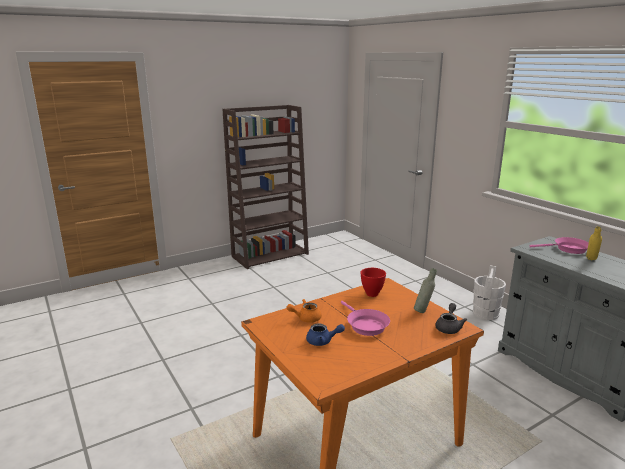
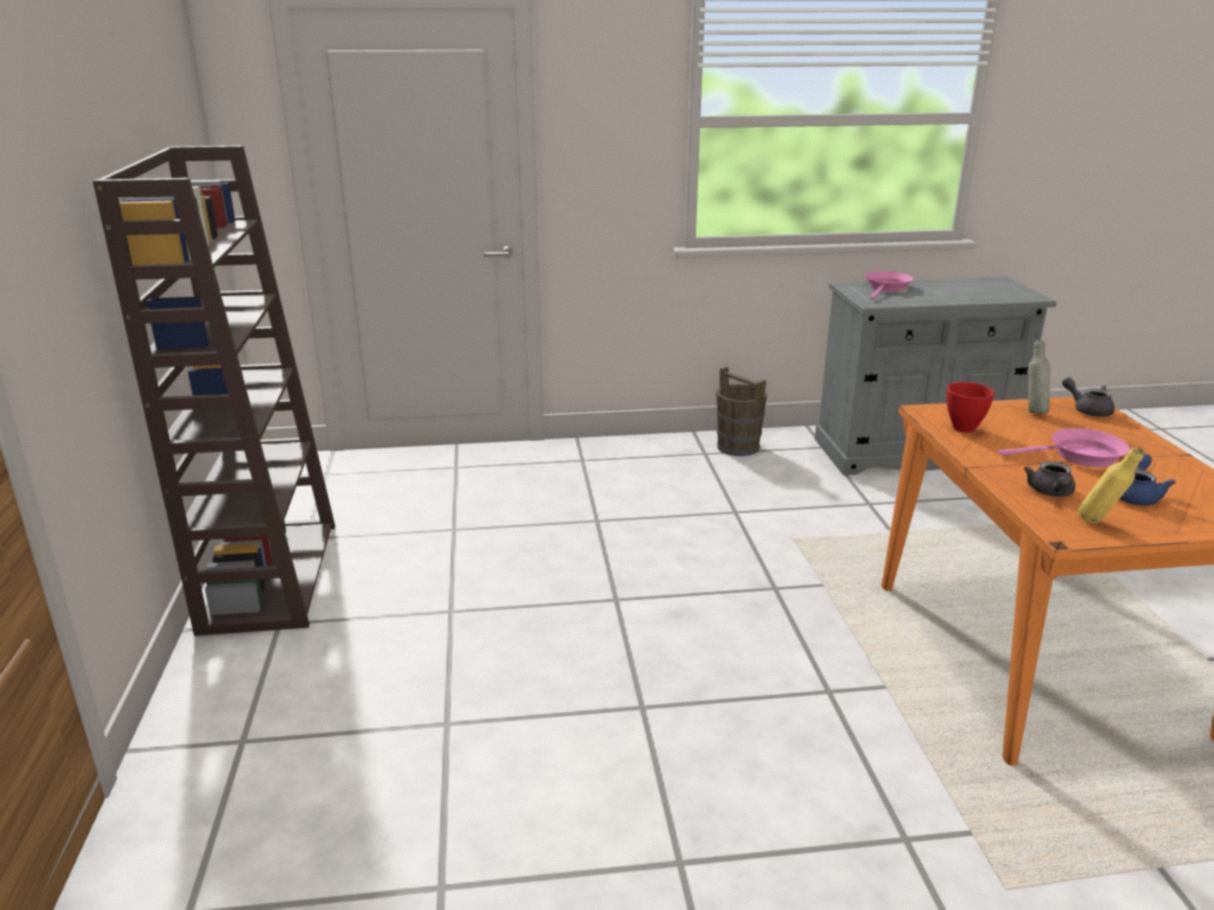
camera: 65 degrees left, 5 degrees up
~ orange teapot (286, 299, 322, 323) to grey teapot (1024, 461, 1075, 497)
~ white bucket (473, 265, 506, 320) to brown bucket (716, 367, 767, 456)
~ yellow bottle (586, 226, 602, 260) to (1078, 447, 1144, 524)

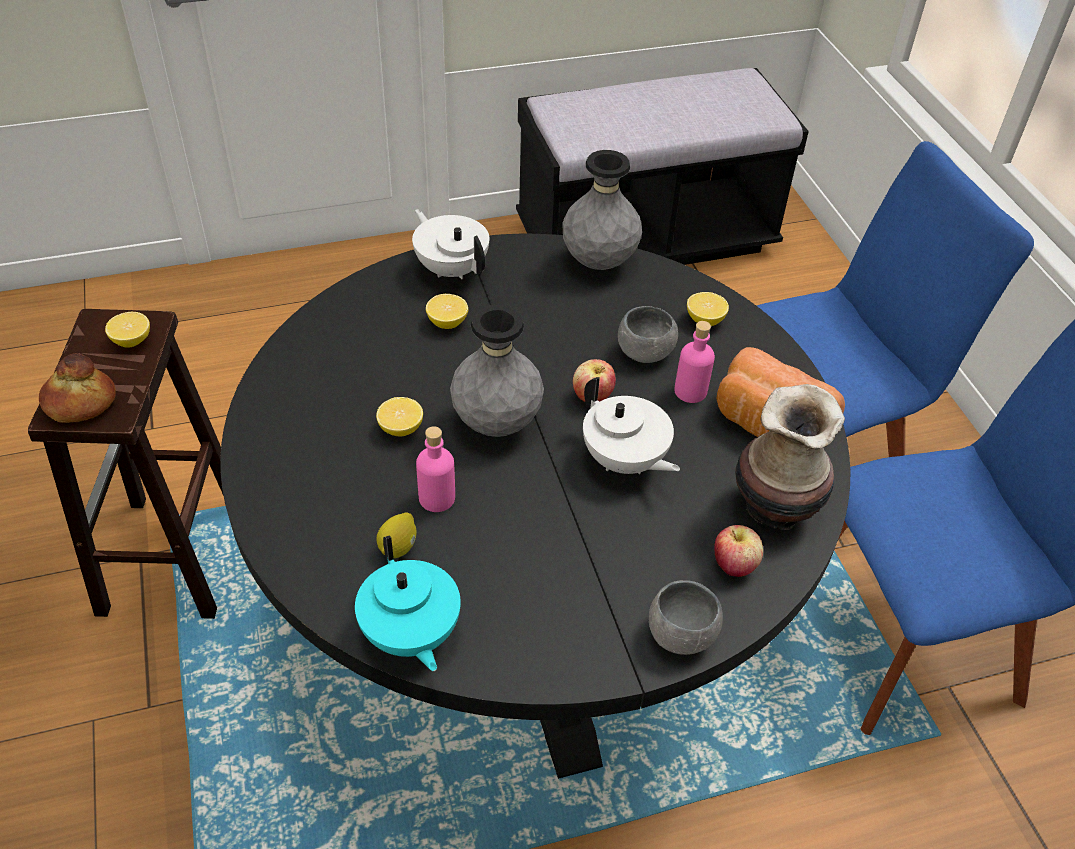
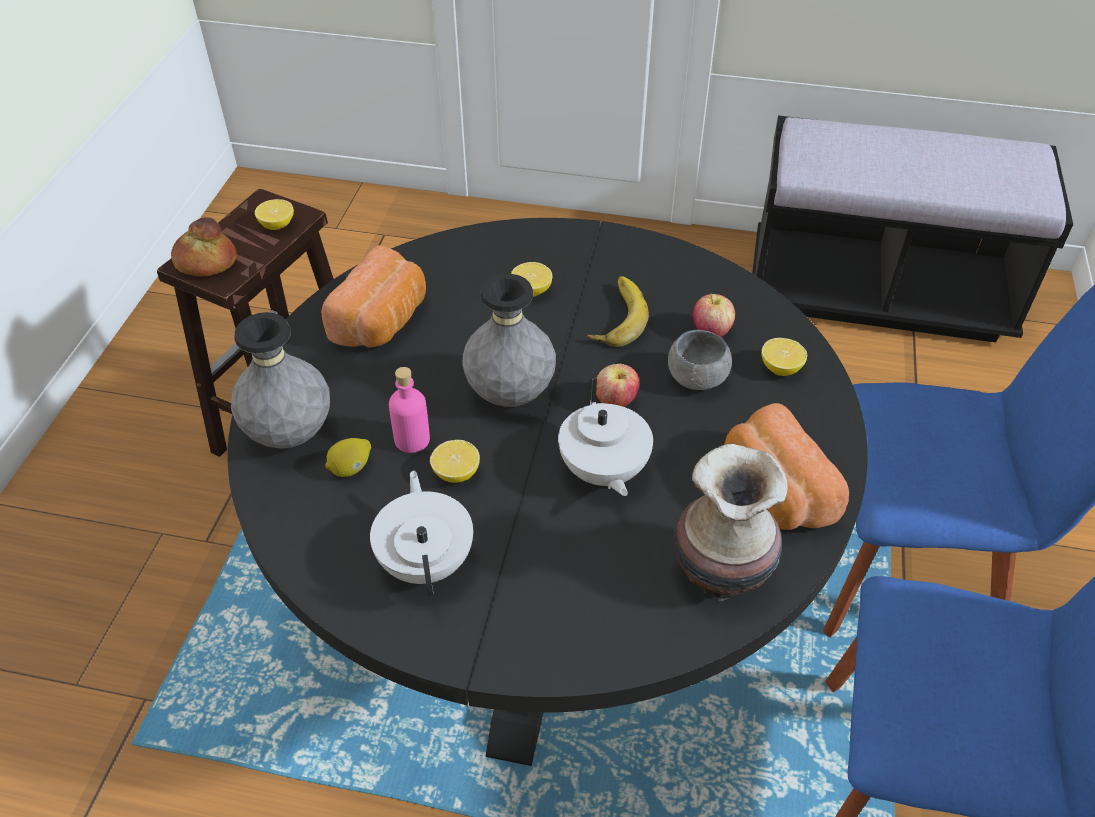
camera: 30 degrees right, 0 degrees up
- turquoise teapot (355, 536, 461, 671)
~ lemon (376, 397, 423, 437) to (430, 440, 480, 483)
~ white teapot (412, 209, 489, 279) to (370, 471, 473, 596)
~ grey vase (562, 150, 642, 270) to (231, 312, 330, 449)
- grey bowl (649, 580, 723, 655)
- pink bottle (674, 321, 715, 403)
~ apple (714, 525, 763, 577) to (693, 294, 735, 337)
+ bread (321, 245, 426, 348)
+ banana (586, 276, 649, 347)

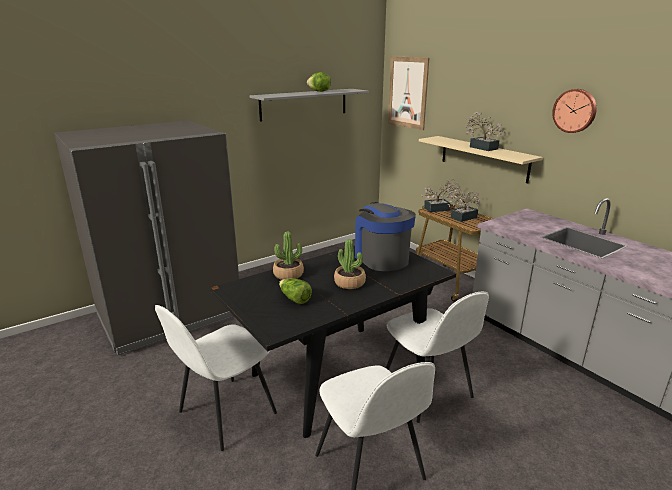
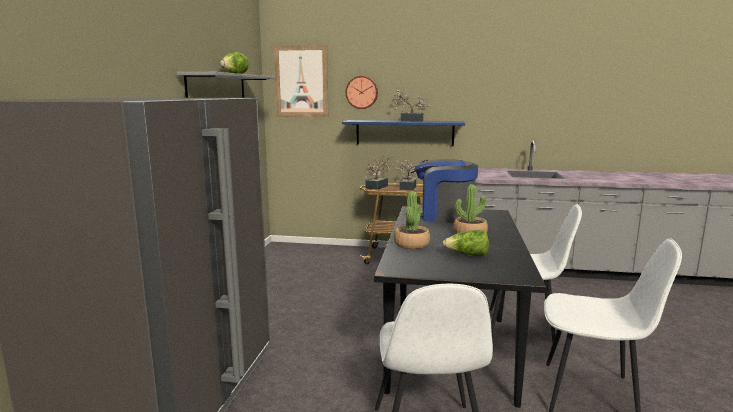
camera: 45 degrees left, 10 degrees down
~ beige shelf (419, 136, 543, 183) to blue shelf (342, 120, 465, 146)
~ wall clock (552, 89, 597, 133) to (346, 76, 378, 109)

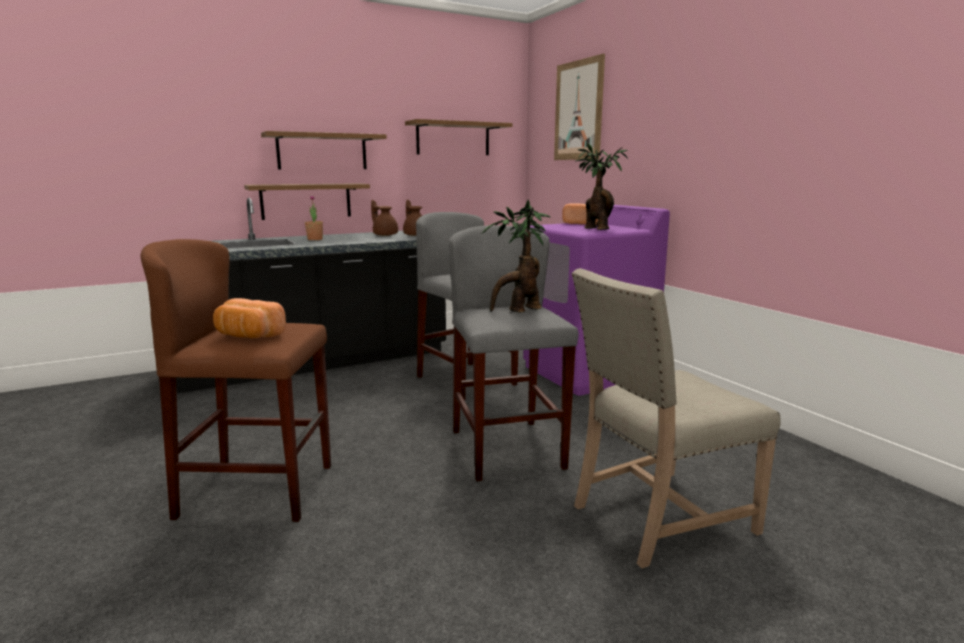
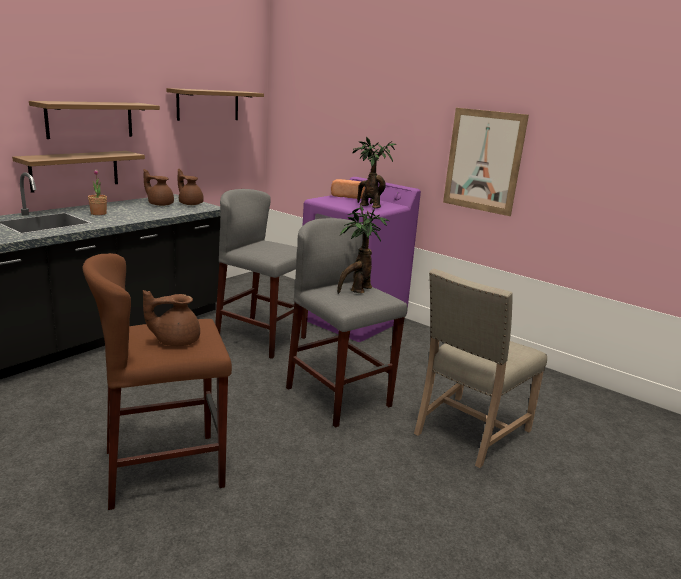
camera: 25 degrees left, 5 degrees up
~ bread (213, 298, 286, 338) to brown teapot (143, 290, 200, 346)
~ picture (554, 54, 605, 160) to (443, 108, 529, 216)

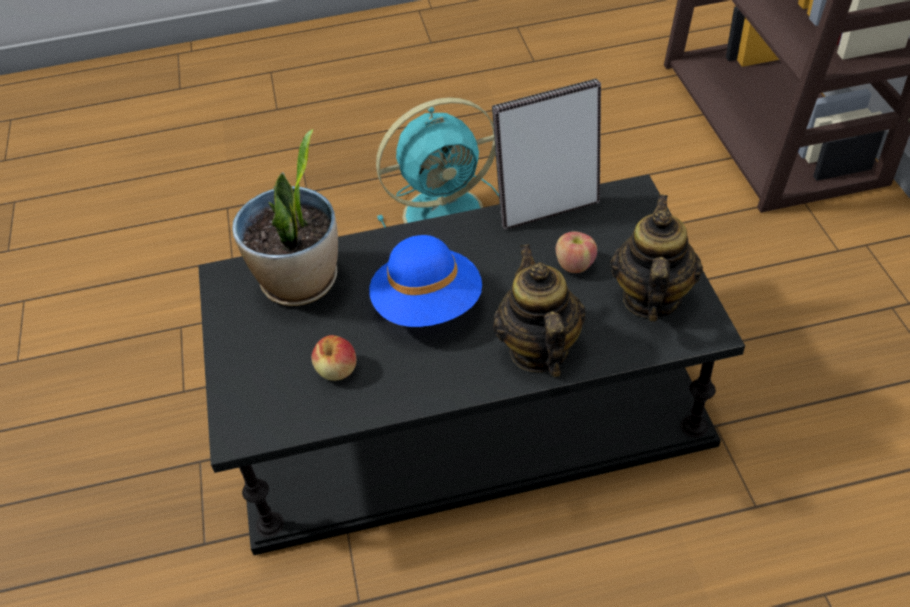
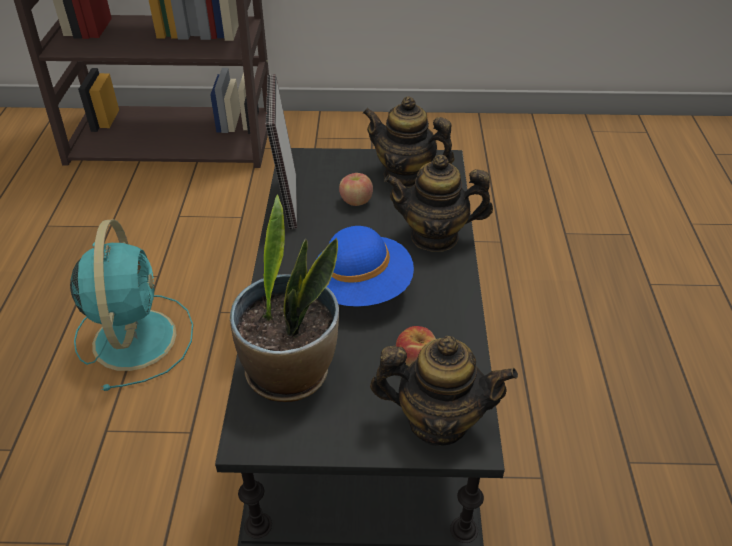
camera: 80 degrees left, 5 degrees down
+ teapot (370, 336, 518, 446)

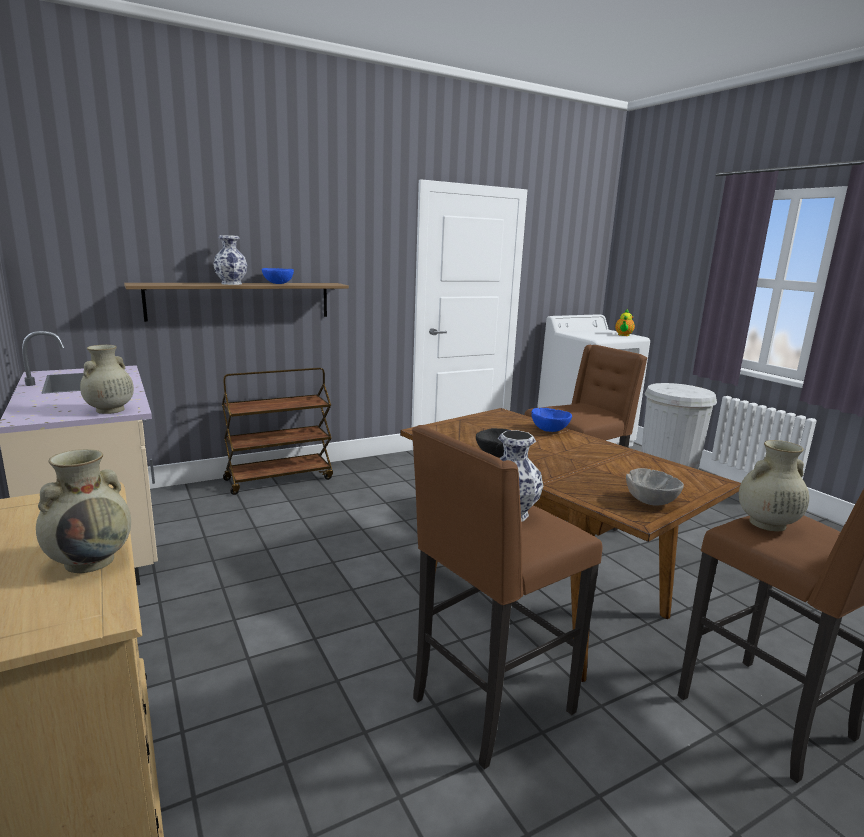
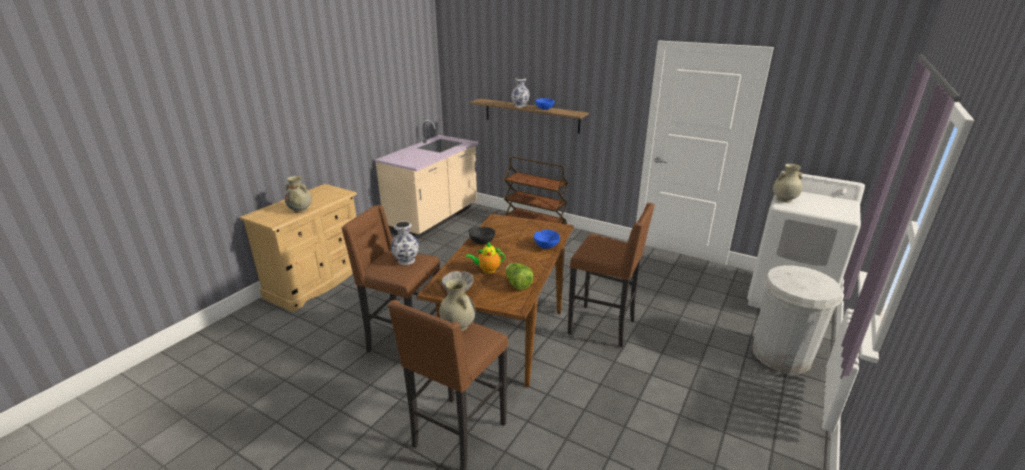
camera: 60 degrees right, 10 degrees up
~ beige vase (80, 345, 134, 414) to (773, 164, 802, 202)
~ teapot (615, 309, 635, 336) to (466, 242, 505, 273)
+ lettuce (506, 263, 534, 290)

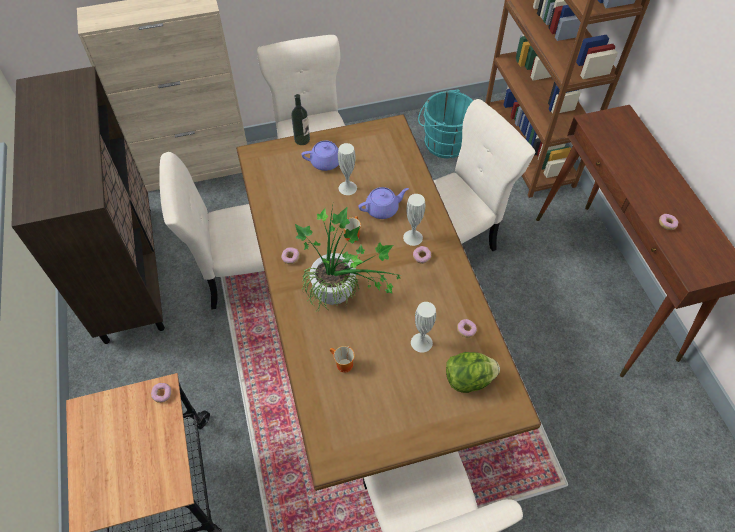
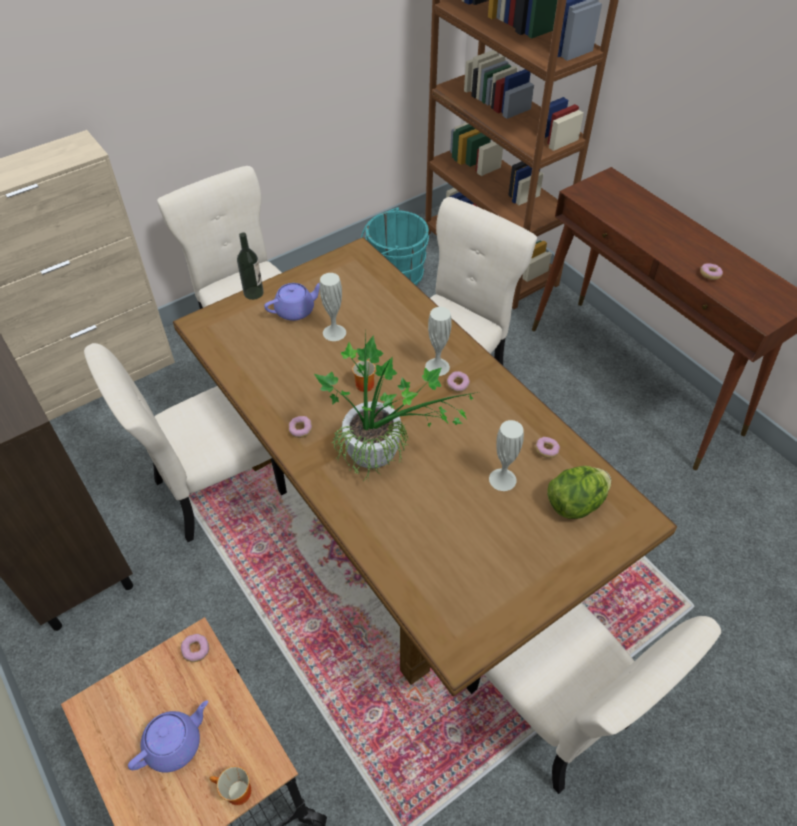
camera: 20 degrees left, 5 degrees down
~ mug (330, 346, 355, 373) to (209, 766, 251, 805)
~ purple teapot (358, 187, 409, 219) to (128, 700, 208, 773)

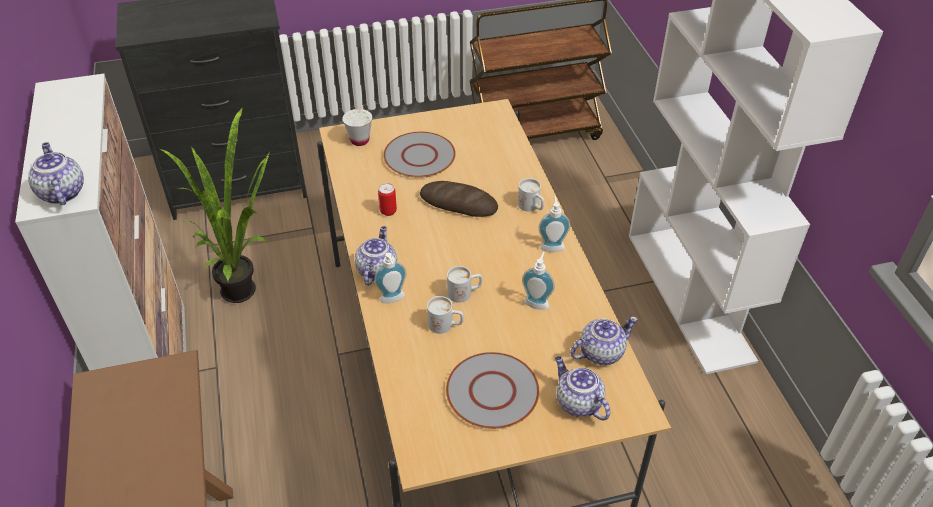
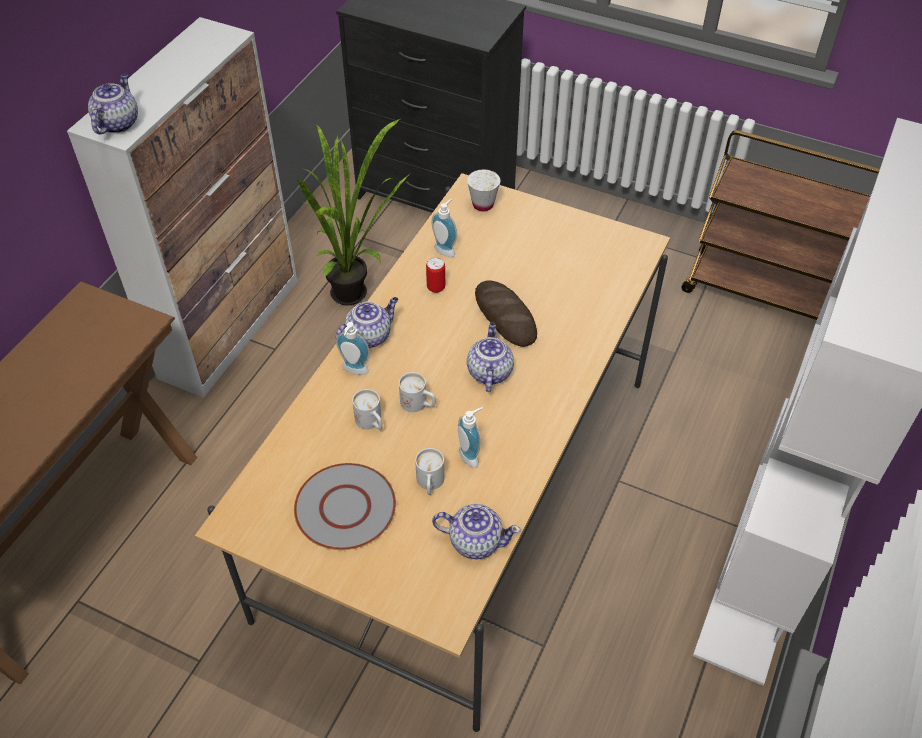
camera: 40 degrees right, 5 degrees up
- grey plate (383, 132, 456, 178)
~ white mug (518, 178, 544, 212) to (415, 448, 444, 495)
~ soap dispenser (538, 196, 571, 252) to (431, 199, 457, 257)
~ teapot (555, 356, 610, 420) to (467, 322, 514, 392)

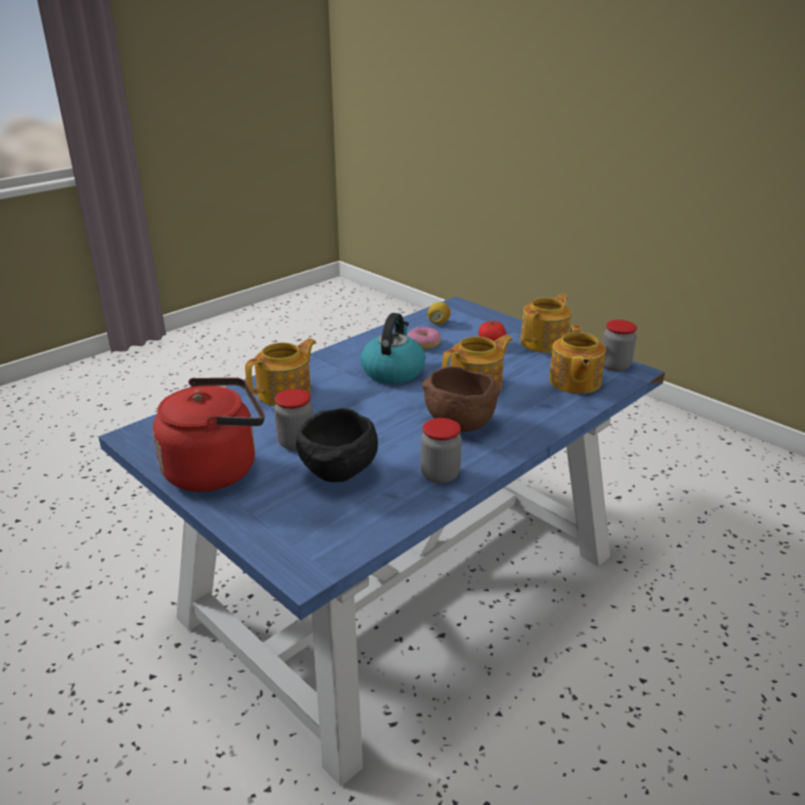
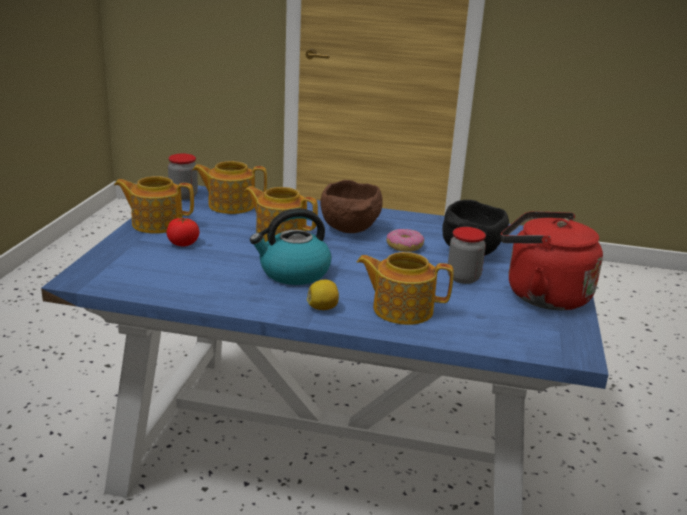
camera: 125 degrees left, 5 degrees down
~ donut (407, 327, 441, 349) to (387, 229, 424, 252)
- jar (421, 418, 462, 484)
~ lemon (427, 302, 450, 325) to (307, 280, 339, 310)
~ teapot (549, 325, 606, 394) = (193, 161, 267, 214) 150 degrees counterclockwise

